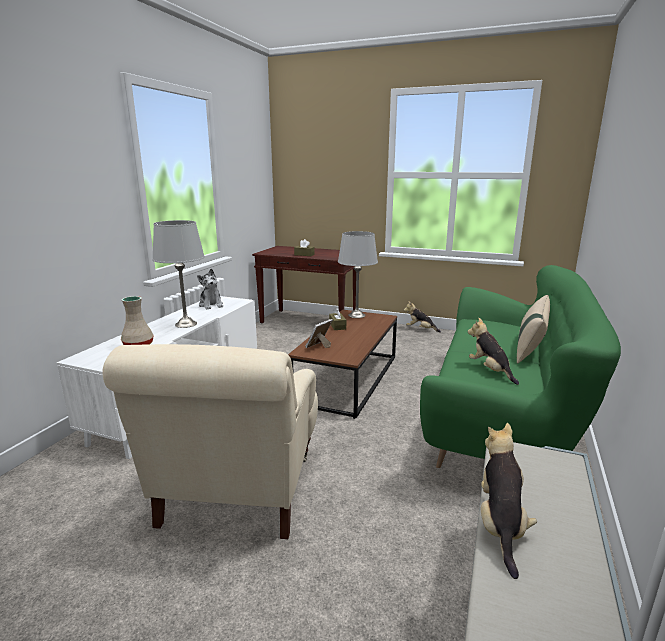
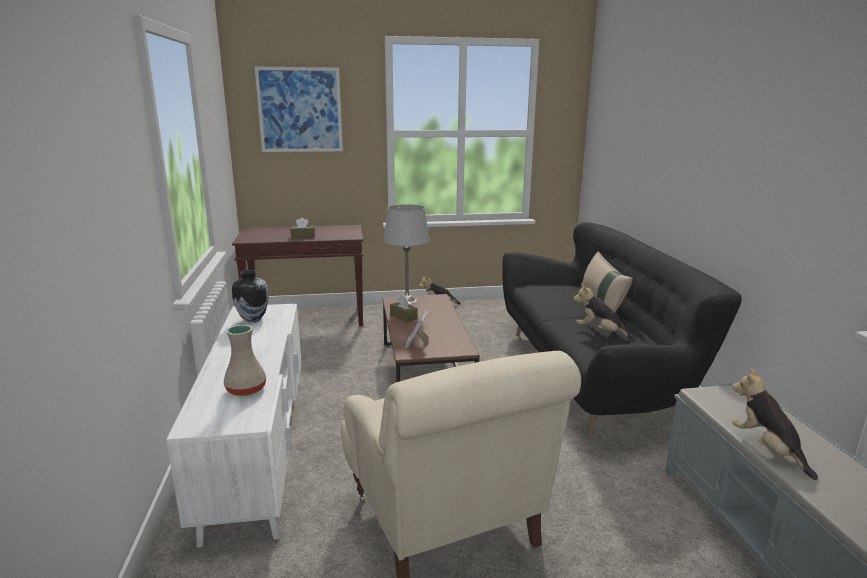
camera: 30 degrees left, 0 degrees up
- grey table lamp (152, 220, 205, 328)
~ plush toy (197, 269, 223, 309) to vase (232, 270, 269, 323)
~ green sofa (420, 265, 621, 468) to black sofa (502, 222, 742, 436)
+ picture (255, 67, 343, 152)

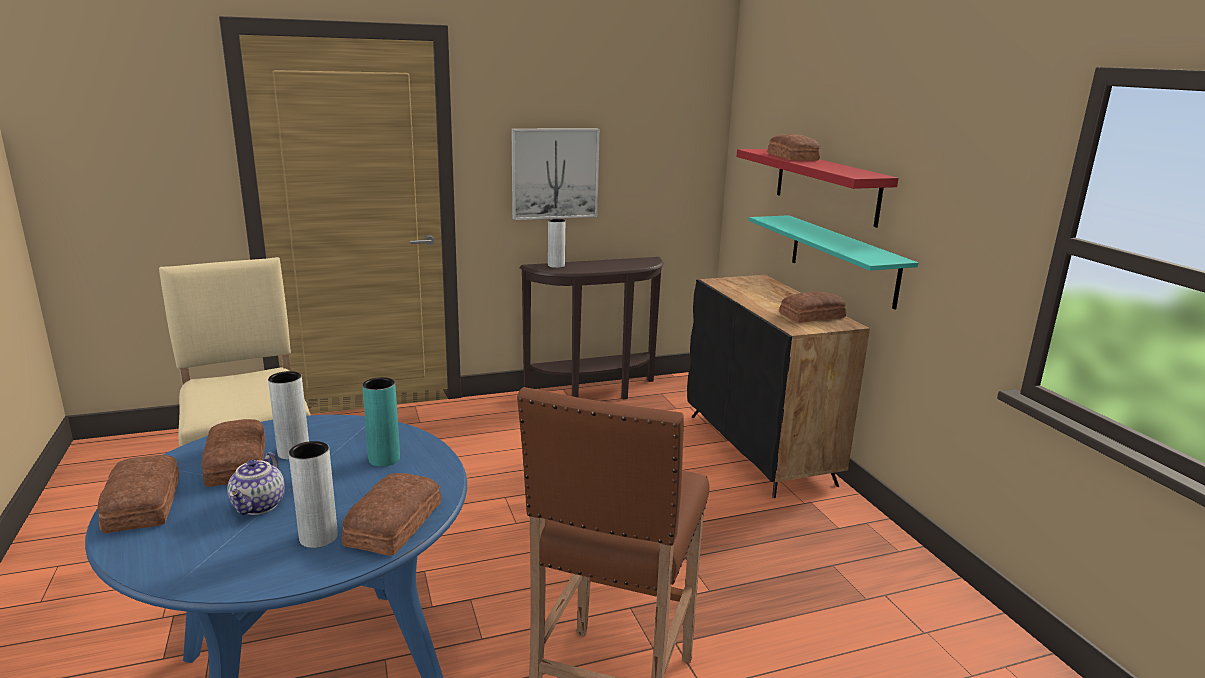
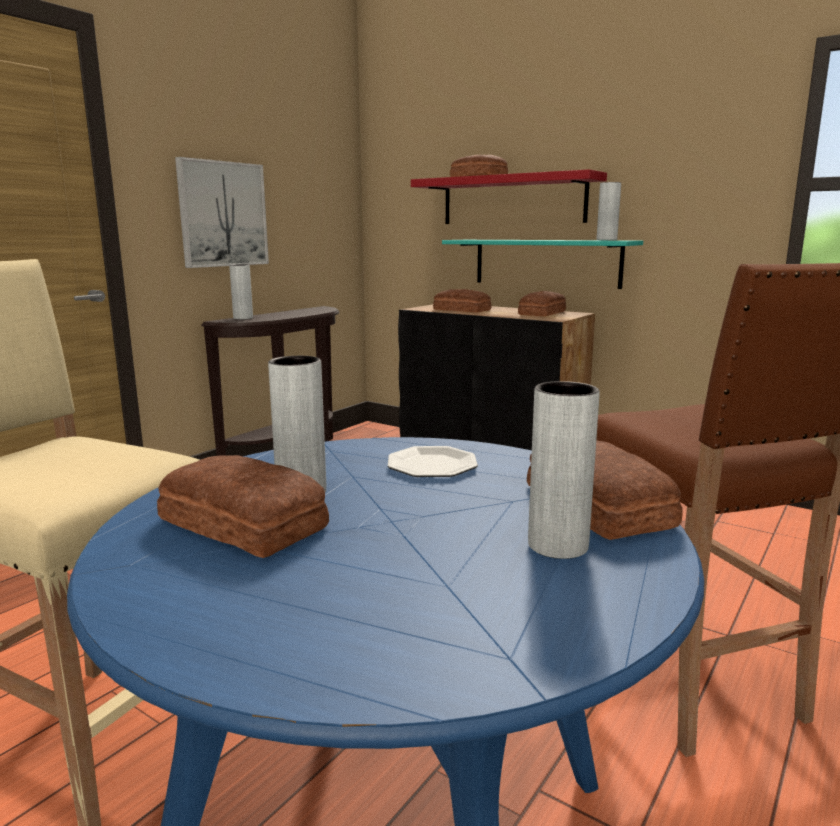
camera: 35 degrees left, 5 degrees down
~ bread (97, 455, 179, 533) to (433, 289, 491, 313)
- teapot (227, 452, 285, 515)
~ turquoise vase (362, 377, 400, 467) to plate (388, 446, 478, 477)
+ grey vase (597, 182, 621, 240)

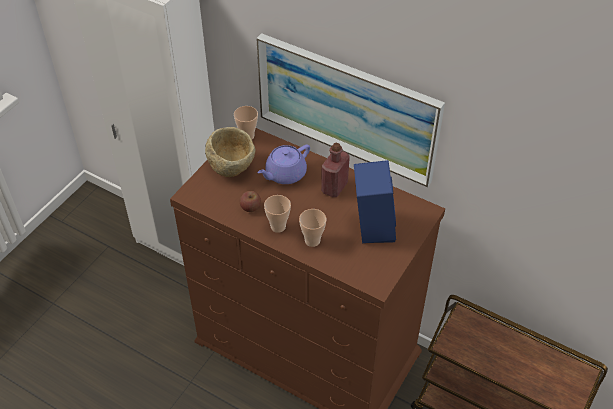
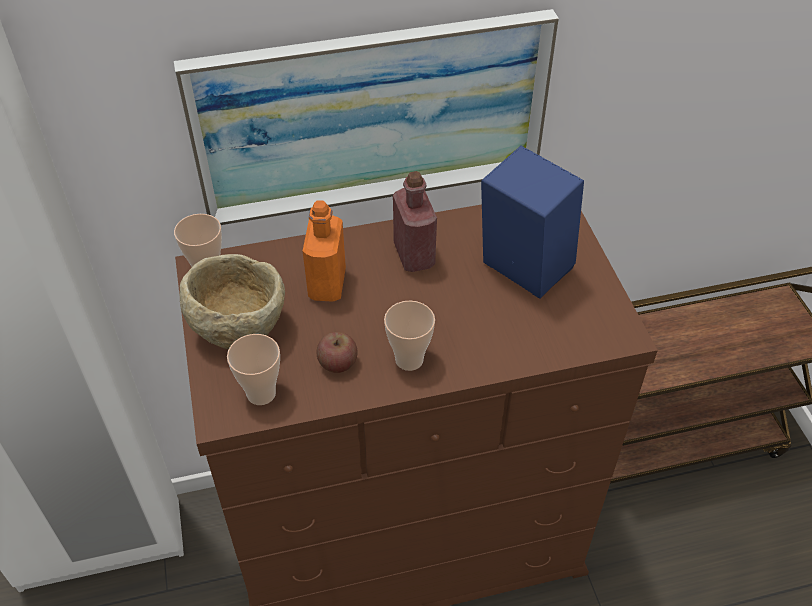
camera: 45 degrees left, 0 degrees up
~ purple teapot (257, 144, 310, 184) to orange bottle (303, 200, 346, 302)
~ cup (299, 209, 326, 247) to (227, 334, 280, 405)

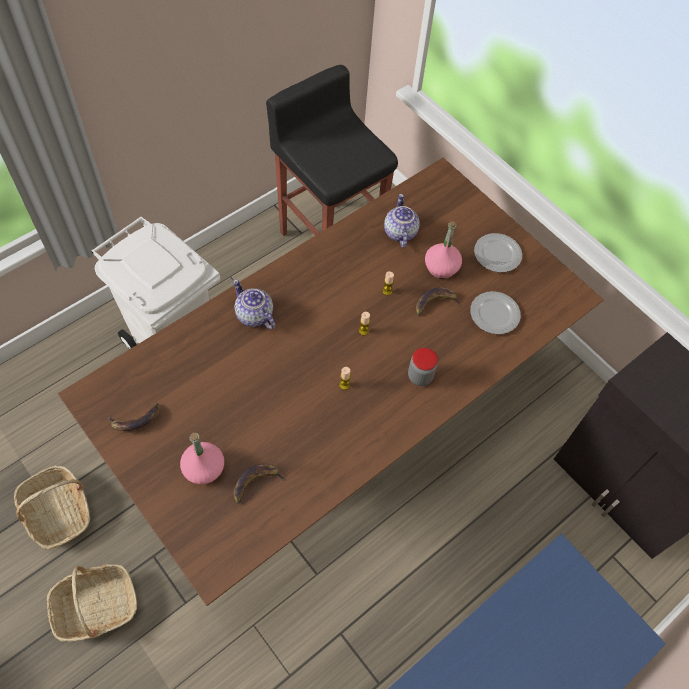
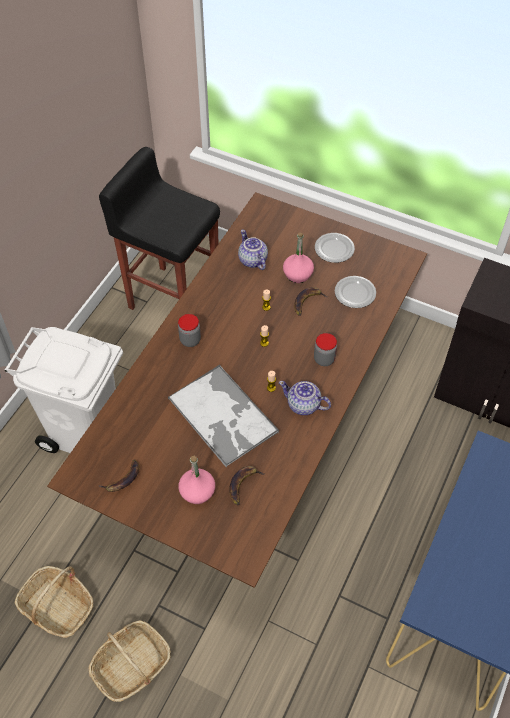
camera: 20 degrees left, 5 degrees down
~ teapot (233, 279, 275, 329) to (279, 381, 331, 415)
+ tray (168, 365, 279, 467)
+ jar (178, 314, 201, 347)

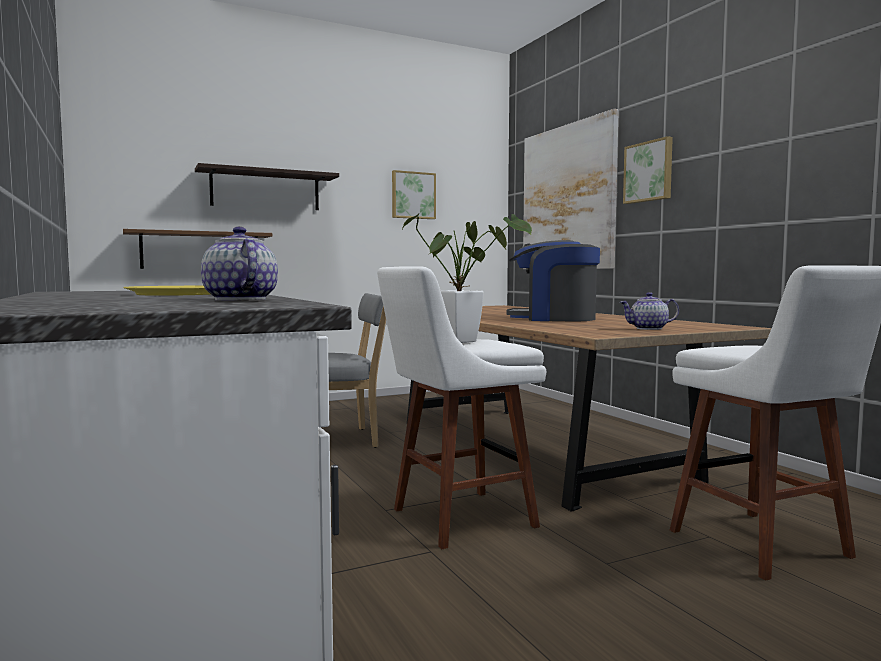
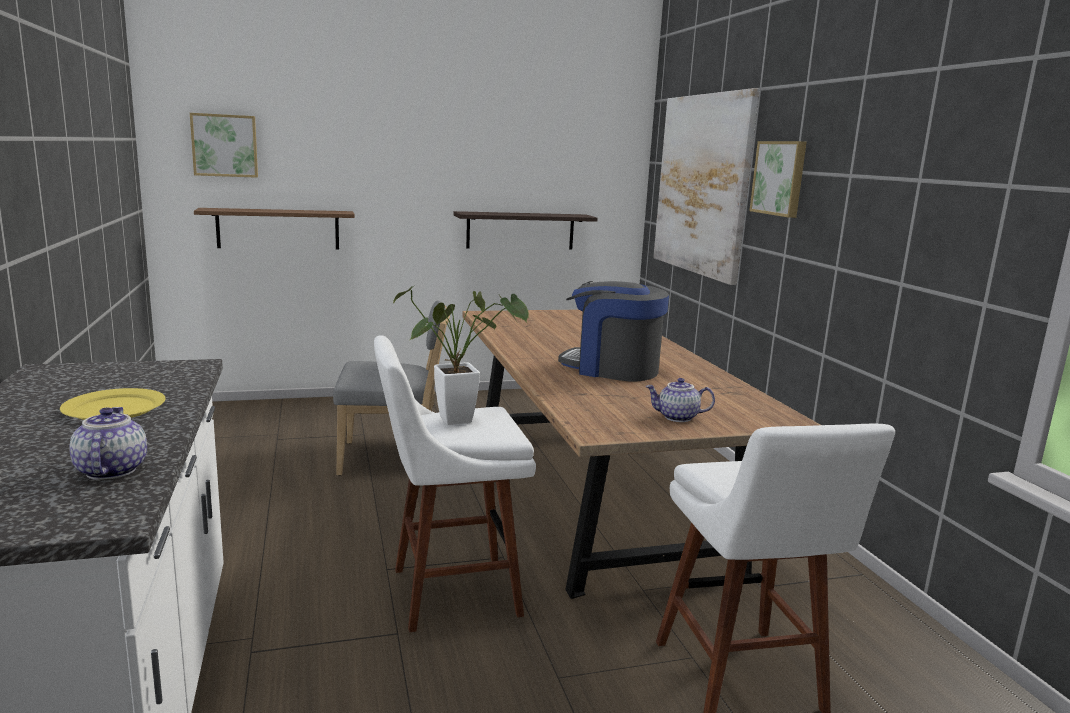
camera: 10 degrees right, 10 degrees up
~ shelf (195, 163, 339, 210) to (453, 211, 598, 250)
~ picture (392, 170, 436, 219) to (190, 113, 258, 178)

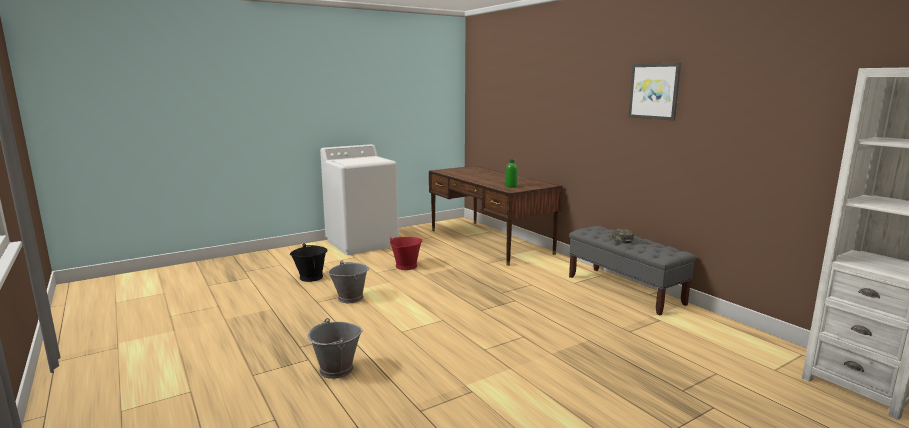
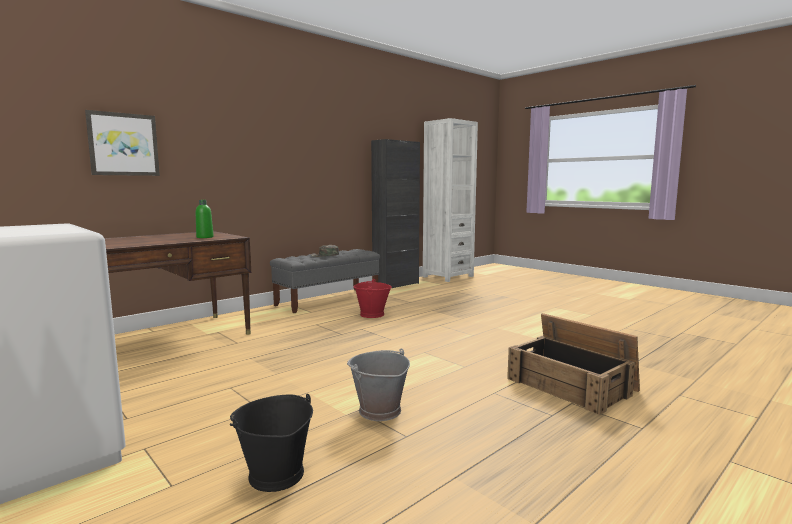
camera: 100 degrees left, 5 degrees down
~ grey bucket (307, 318, 363, 379) to crate (507, 313, 640, 415)
~ red bucket (390, 237, 423, 270) to (353, 279, 392, 318)
~ picture (628, 63, 681, 121) to (85, 110, 160, 176)
+ black cabinet (371, 139, 420, 288)

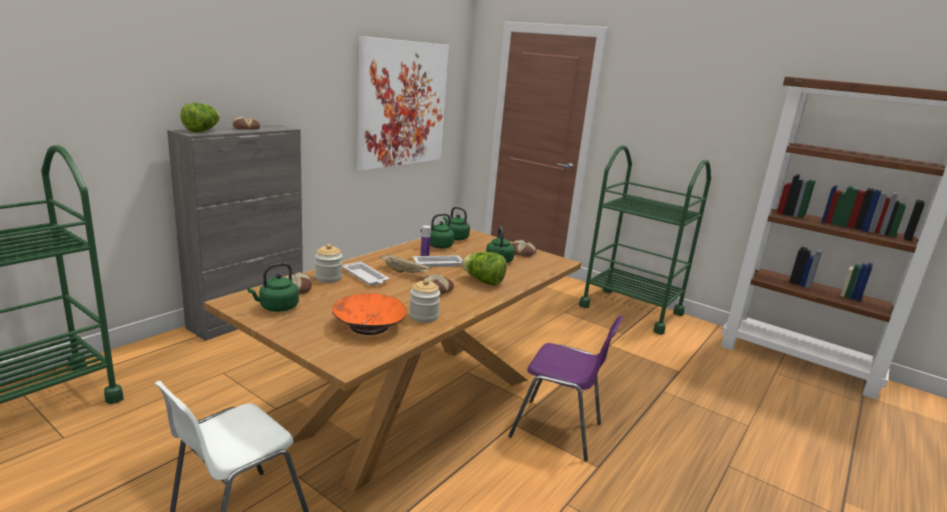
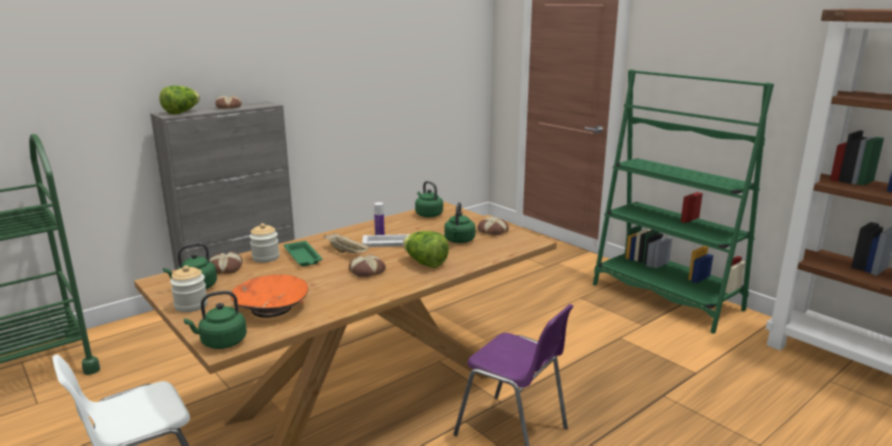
camera: 15 degrees right, 0 degrees up
~ white tray (342, 261, 389, 286) to green tray (284, 241, 322, 266)
- picture (356, 36, 449, 171)
~ jar (409, 279, 440, 323) to (170, 265, 208, 312)
~ green kettle (421, 213, 454, 248) to (183, 291, 247, 349)
~ green cart (579, 145, 711, 335) to green bookcase (593, 69, 774, 334)

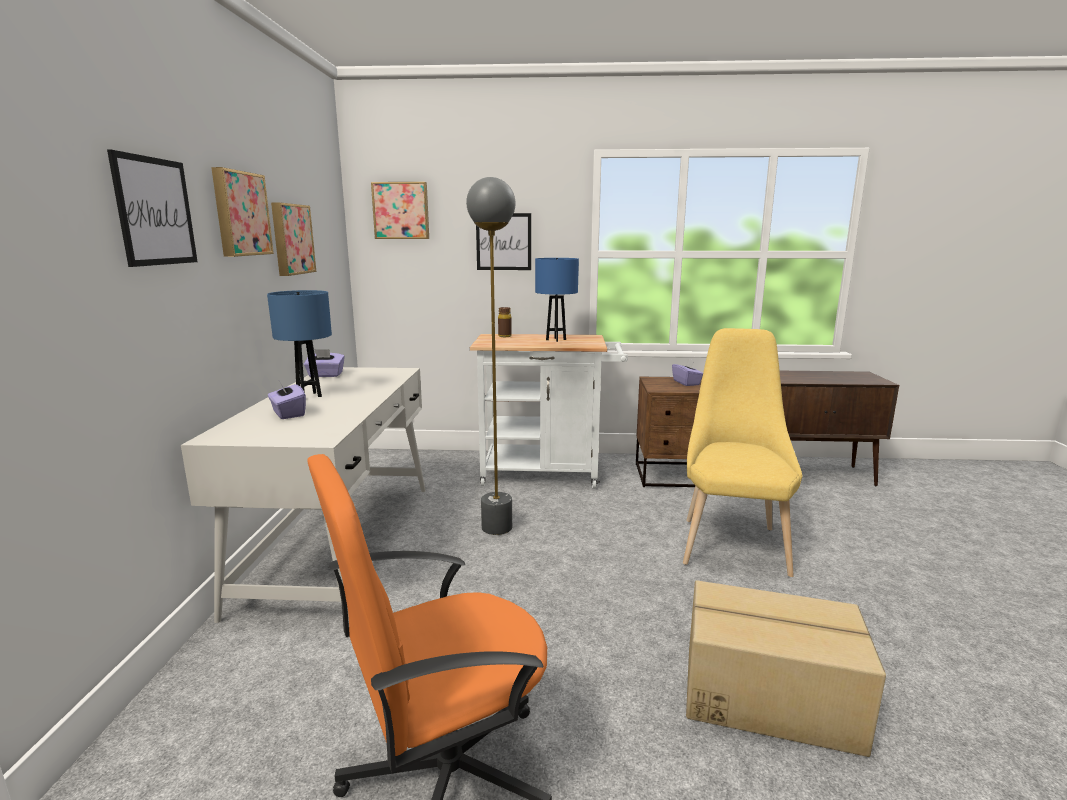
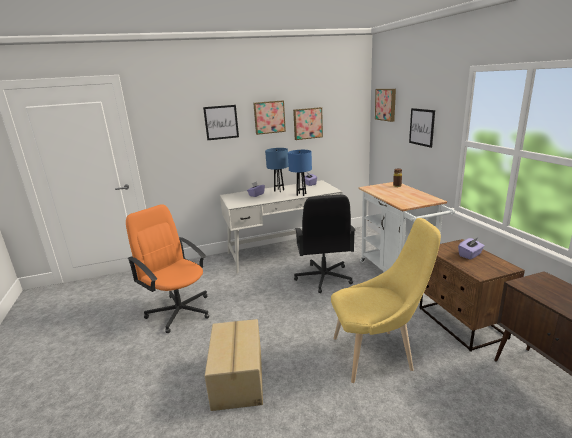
camera: 70 degrees right, 5 degrees up
~ grey floor lamp (466, 177, 516, 535) to black office chair (294, 195, 356, 293)
~ blue table lamp (535, 258, 579, 342) to (288, 150, 312, 196)

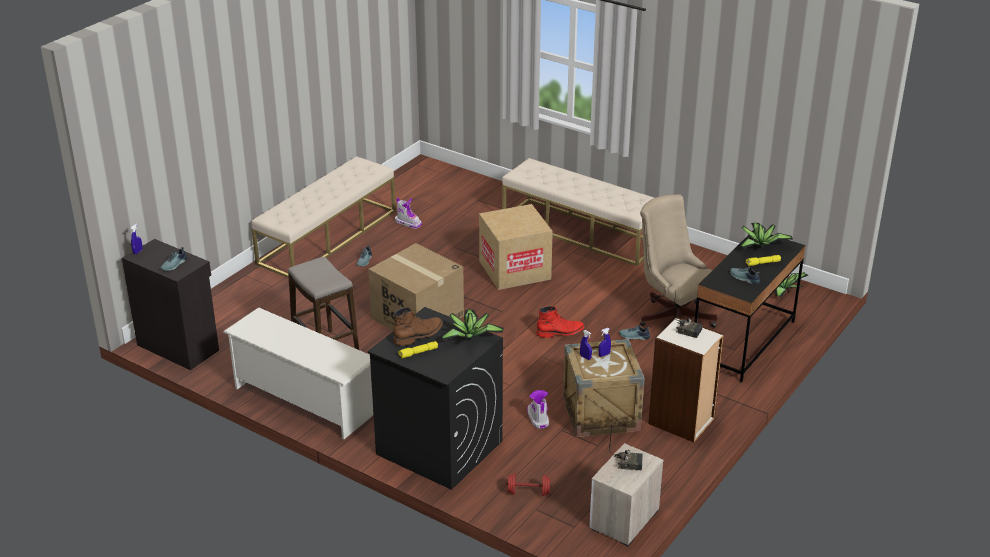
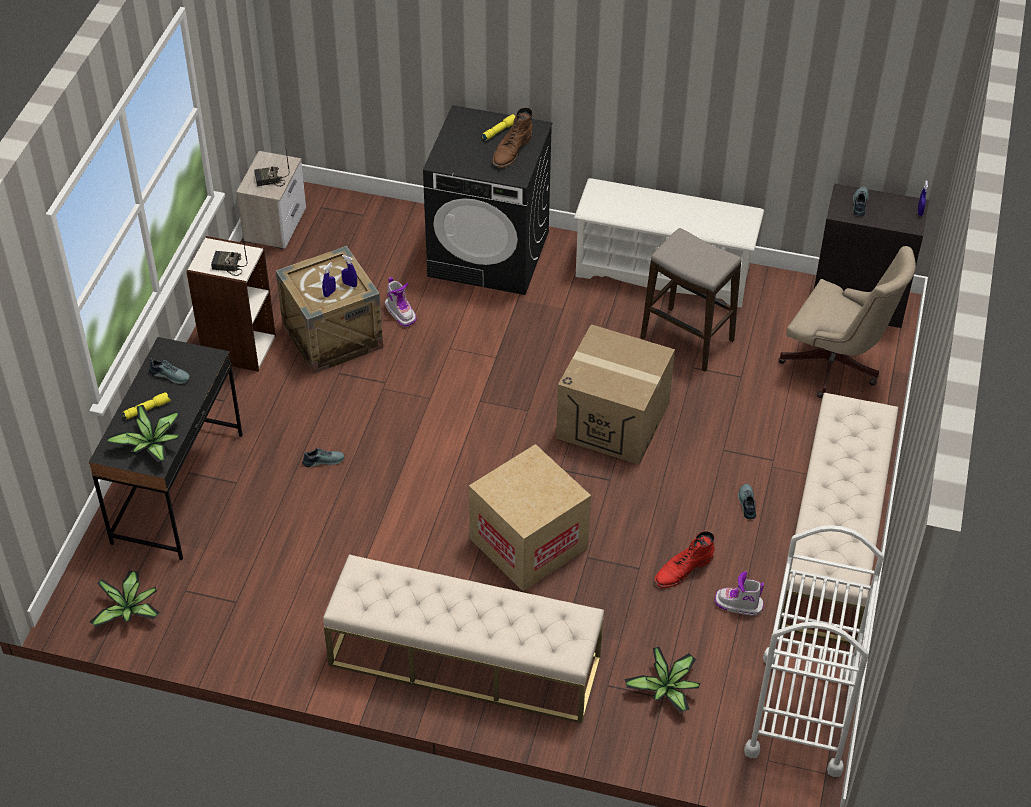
camera: 160 degrees right, 15 degrees up
~ potted plant (440, 309, 504, 341) to (624, 647, 700, 712)
- red dumbbell (506, 473, 552, 496)
~ red boot (536, 306, 585, 338) to (654, 531, 715, 588)
~ beige office chair (640, 194, 717, 327) to (778, 246, 916, 398)
+ white cart (744, 525, 884, 777)

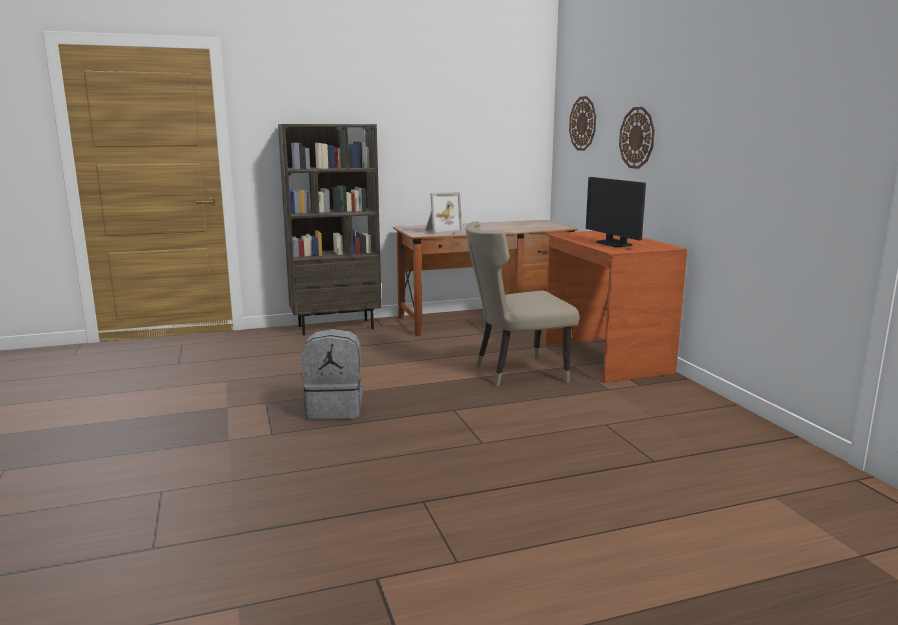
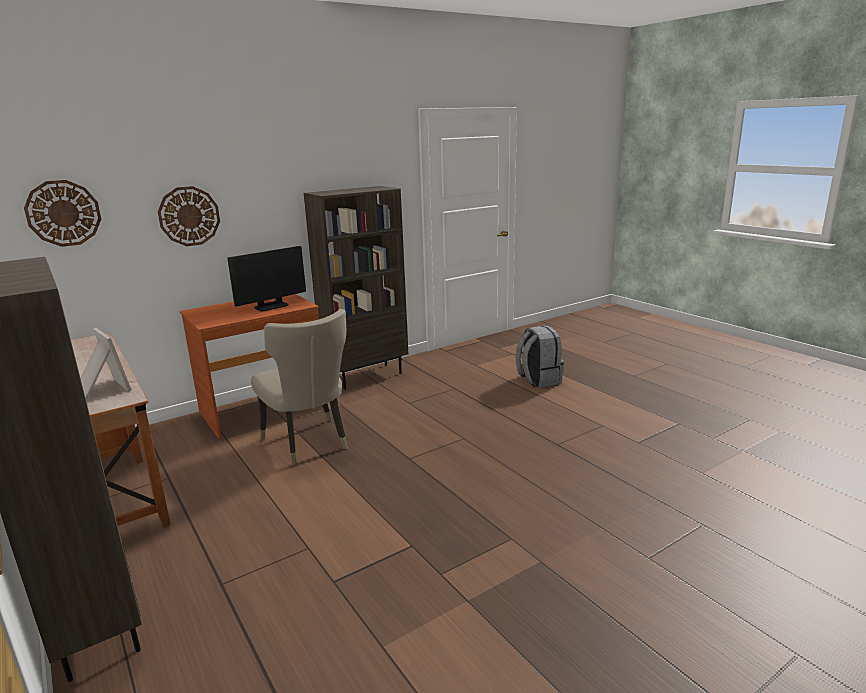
camera: 105 degrees left, 5 degrees up
~ grey backpack (302, 329, 363, 419) to (516, 325, 564, 388)
+ brown bookcase (304, 186, 408, 390)

